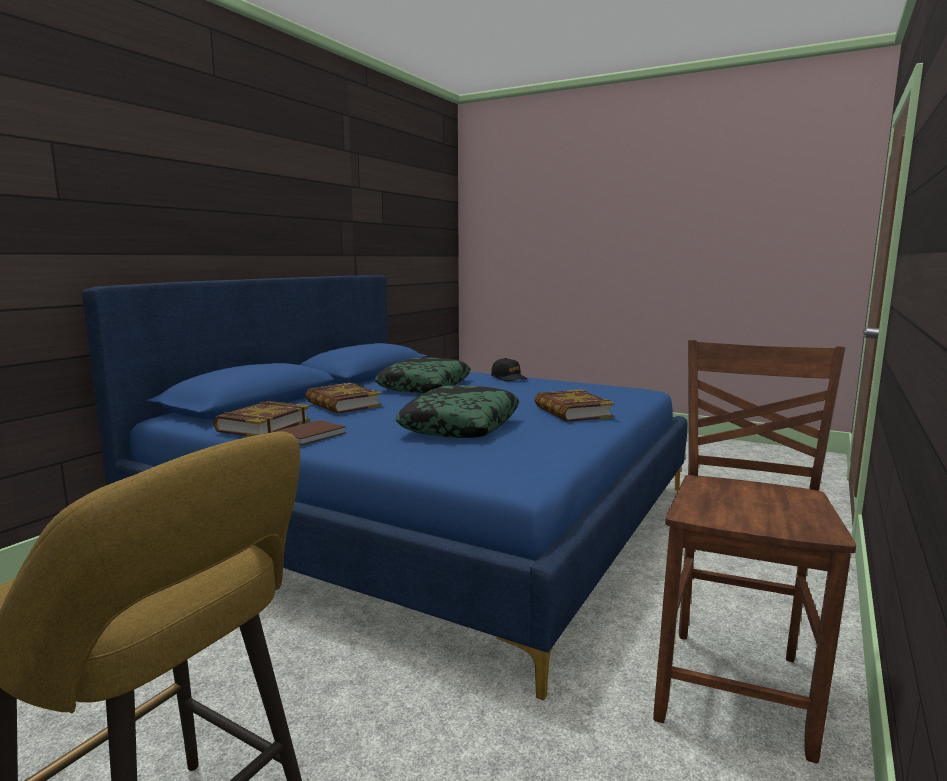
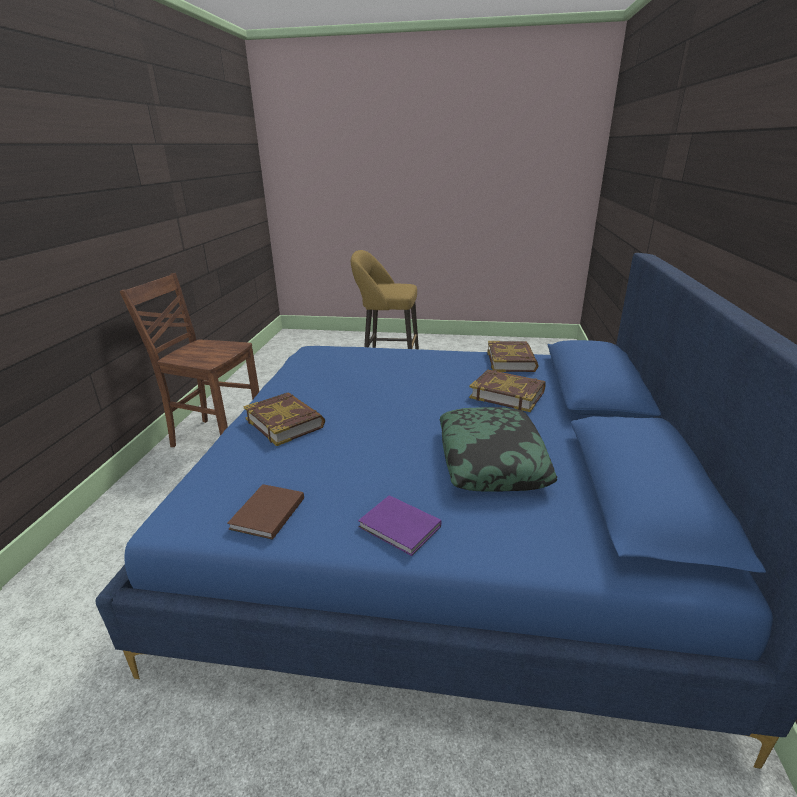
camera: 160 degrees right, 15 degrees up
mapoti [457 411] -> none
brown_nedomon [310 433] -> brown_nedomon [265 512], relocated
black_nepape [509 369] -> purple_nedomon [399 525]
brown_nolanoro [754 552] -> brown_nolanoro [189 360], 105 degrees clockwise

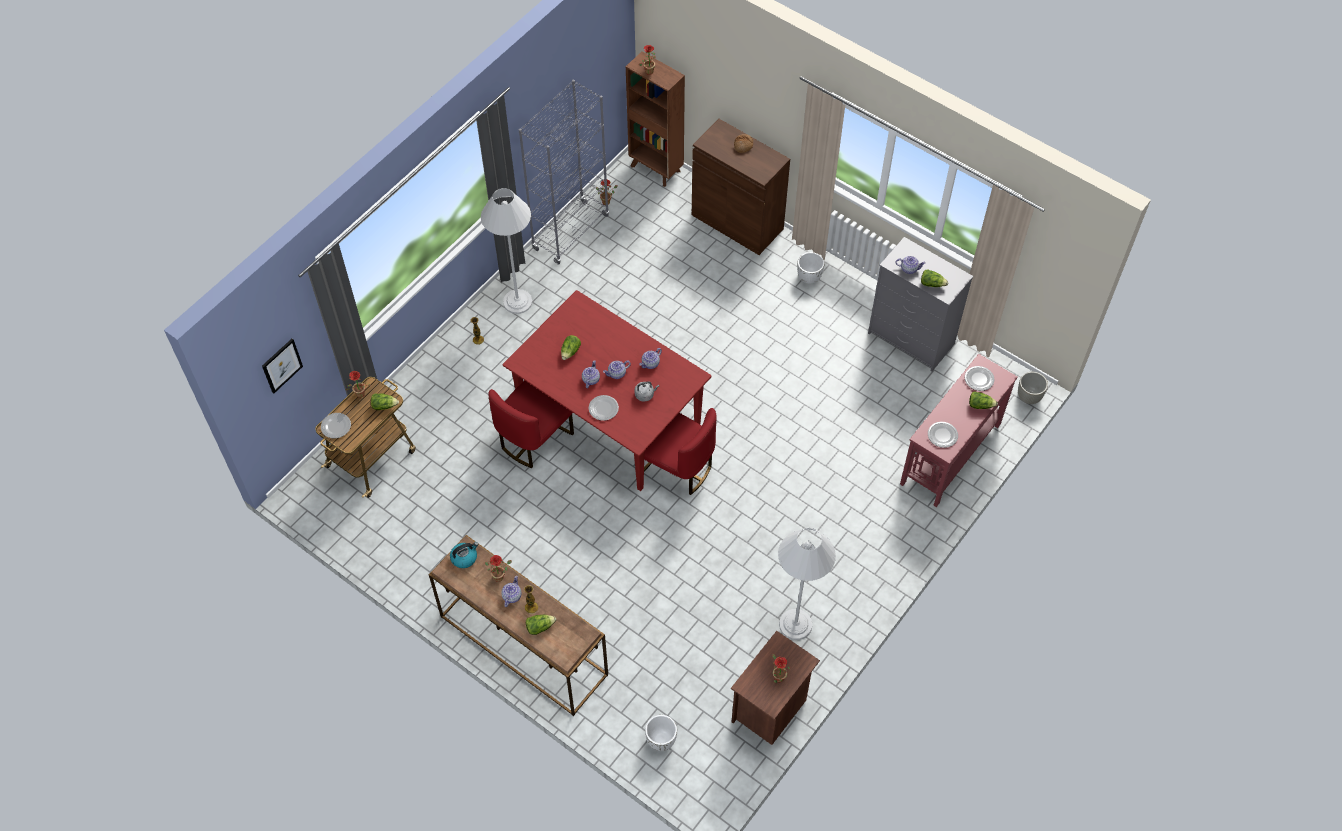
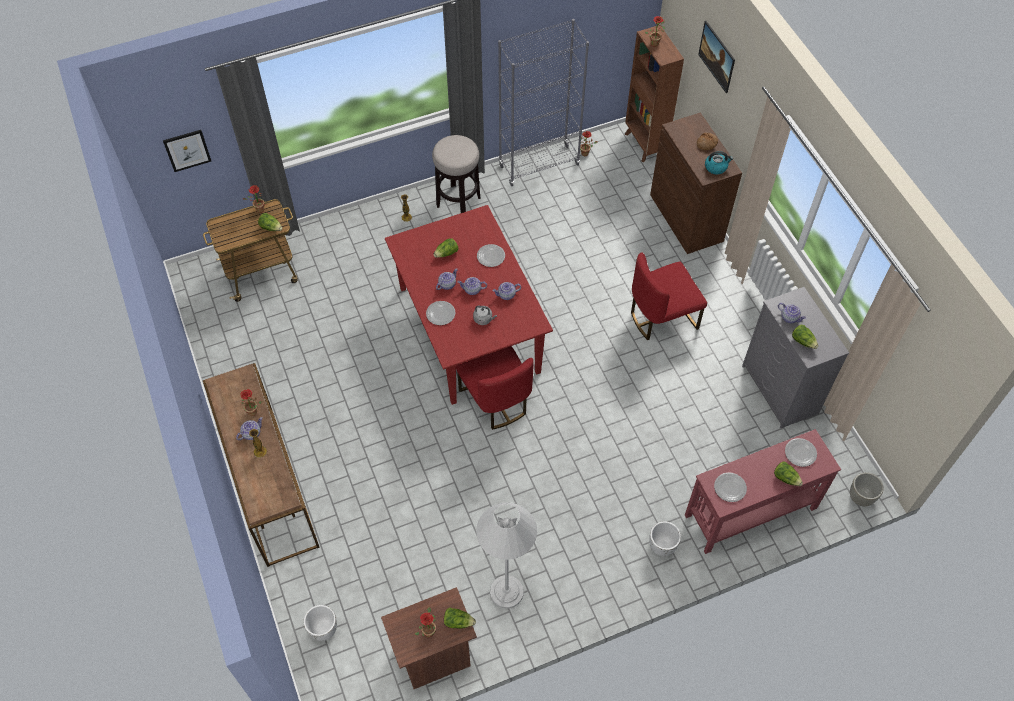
camera: 30 degrees right, 0 degrees up
none -> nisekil [716 57]
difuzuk [336 425] -> difuzuk [491 255], relocated
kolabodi [464 555] -> kolabodi [719 162], relocated
red_nolanoro [531 424] -> red_nolanoro [669 296], relocated
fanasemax [541 625] -> fanasemax [460 618], relocated
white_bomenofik [810 267] -> white_bomenofik [665 538], relocated
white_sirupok [507 251] -> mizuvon [456 174]

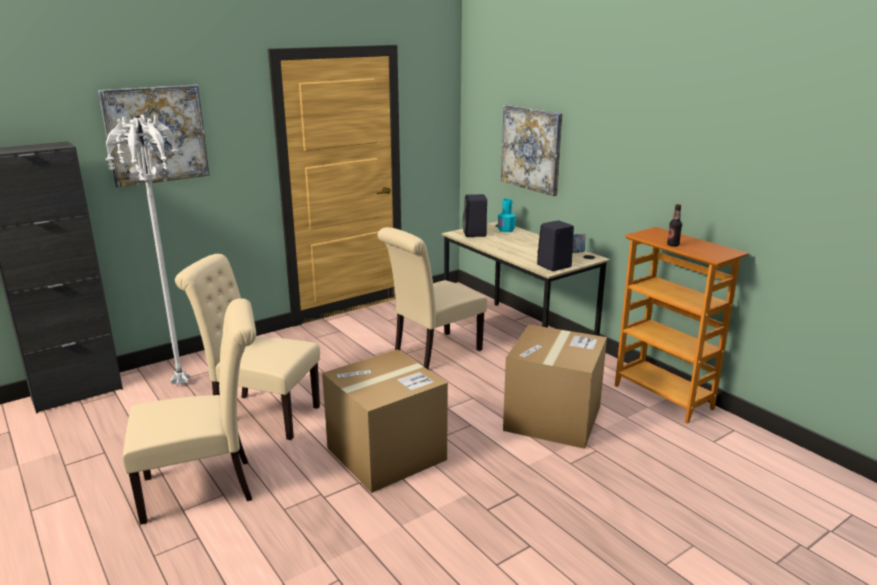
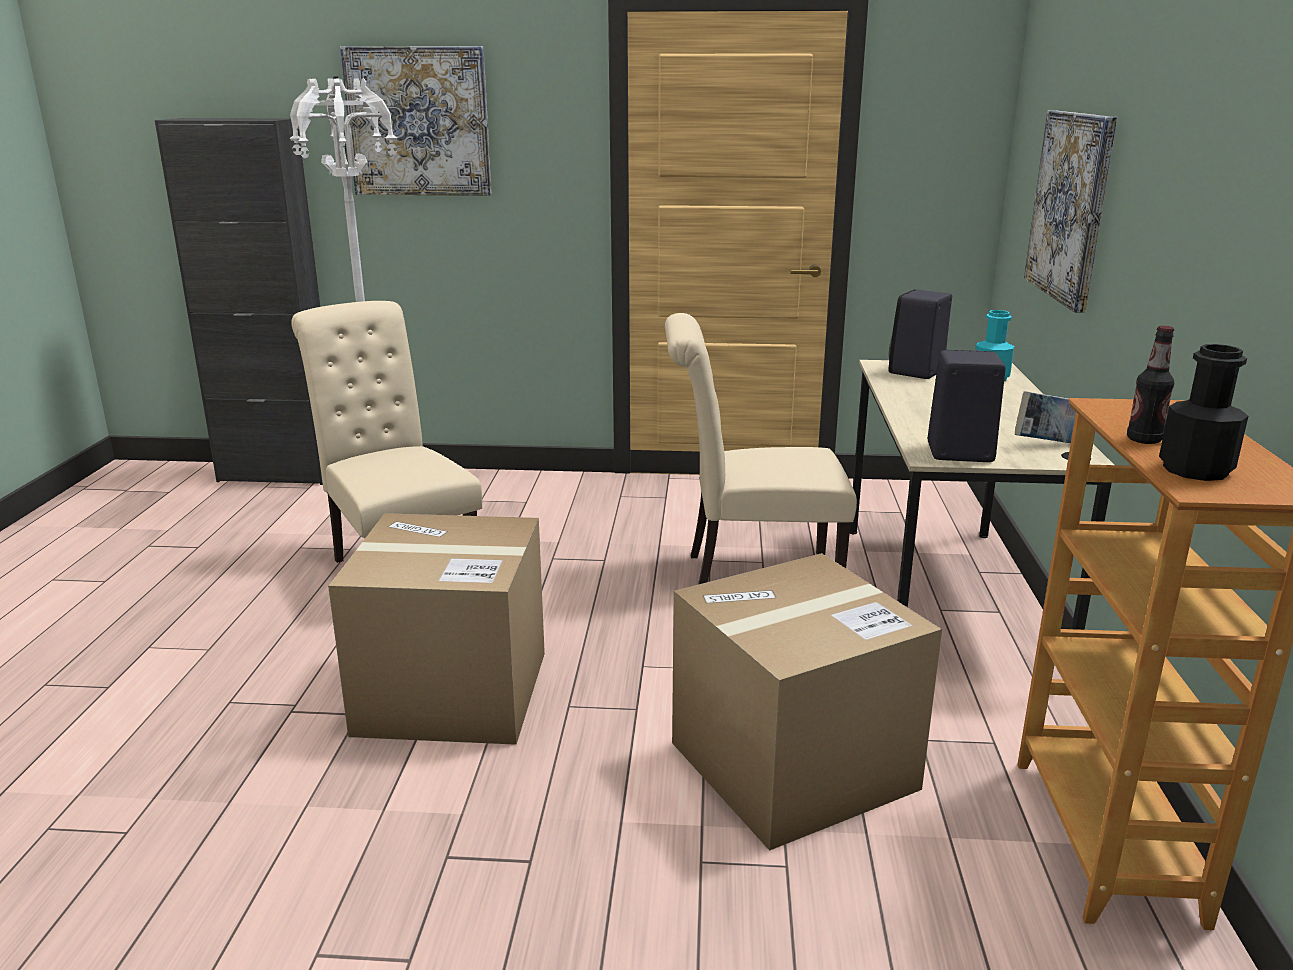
camera: 40 degrees right, 0 degrees up
beige_nolanoro [189 411] -> none
none -> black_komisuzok [1203 412]

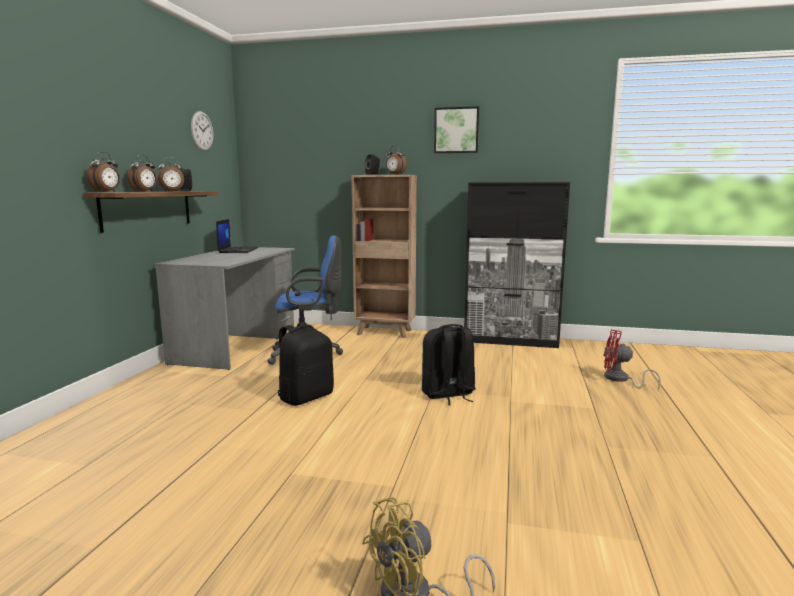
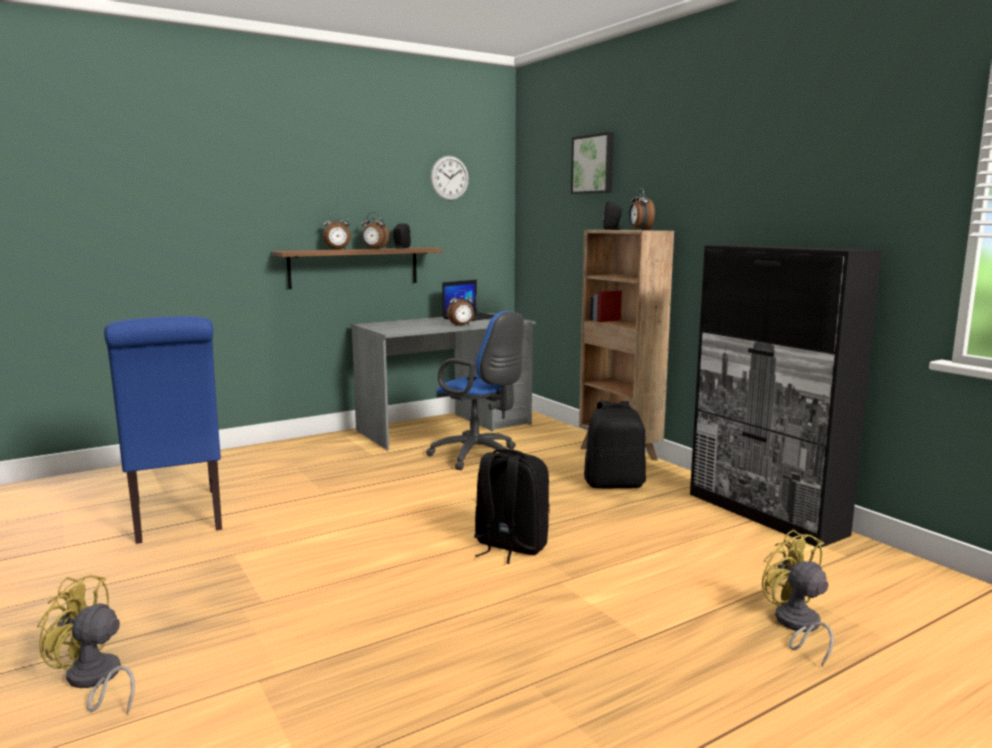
camera: 45 degrees right, 0 degrees up
none -> blue_nolanoro [163 430]
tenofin [103 172] -> tenofin [460 308], relocated
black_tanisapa [306 364] -> black_tanisapa [615 444], relocated
nisekil [456 129] -> nisekil [592 163], relocated
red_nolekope [632 359] -> yellow_nolekope [798 598]

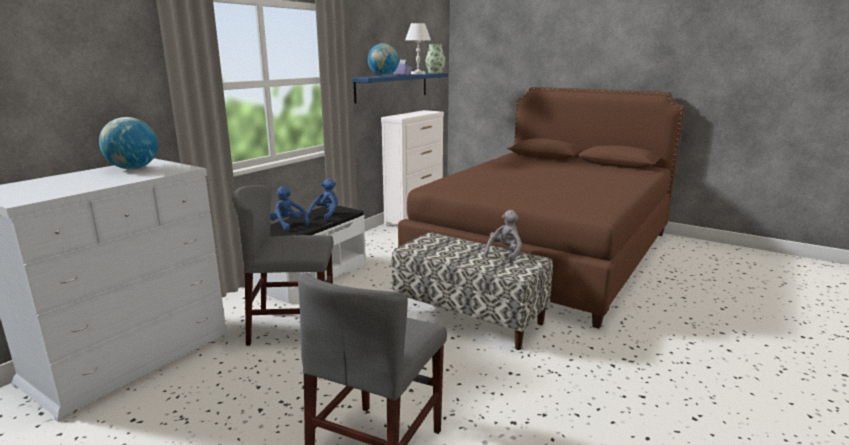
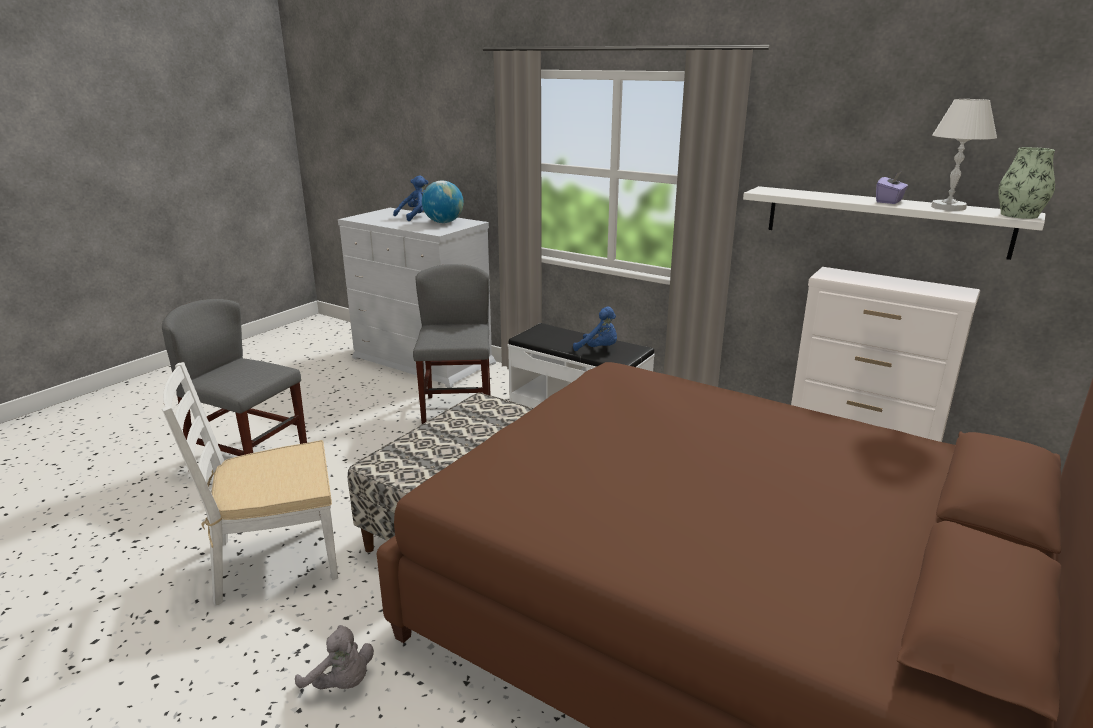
camera: 90 degrees right, 5 degrees up
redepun [383 59] -> none
none -> white_nolanoro [250 484]
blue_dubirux [289 208] -> blue_dubirux [410 198], relocated
grey_dubirux [503 236] -> grey_dubirux [334 657], relocated
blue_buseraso [400 88] -> white_buseraso [894 223]

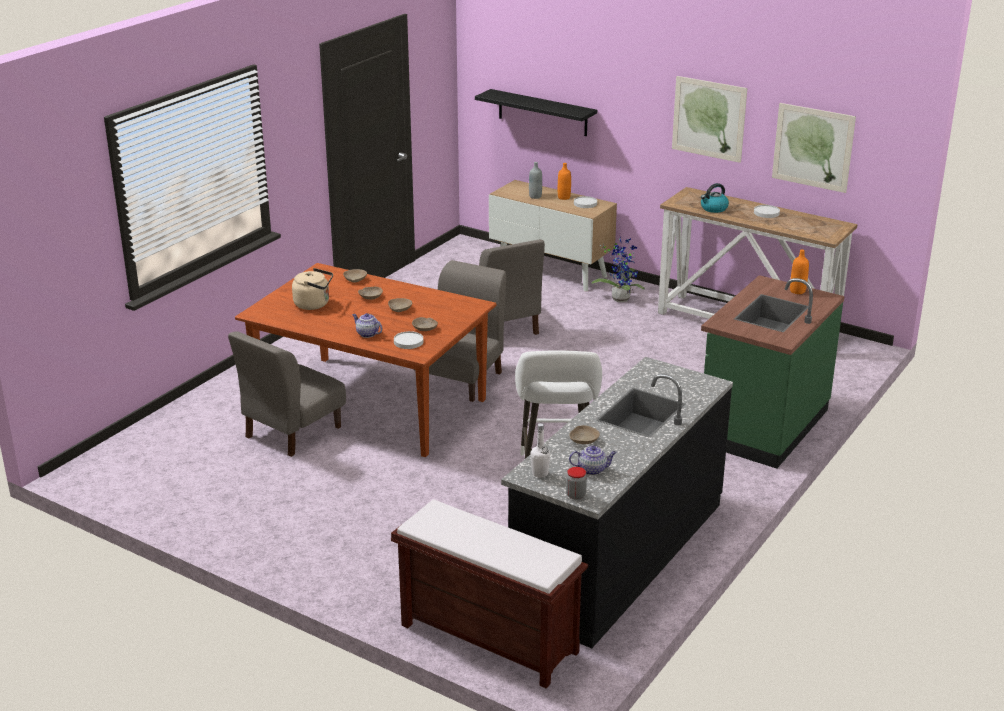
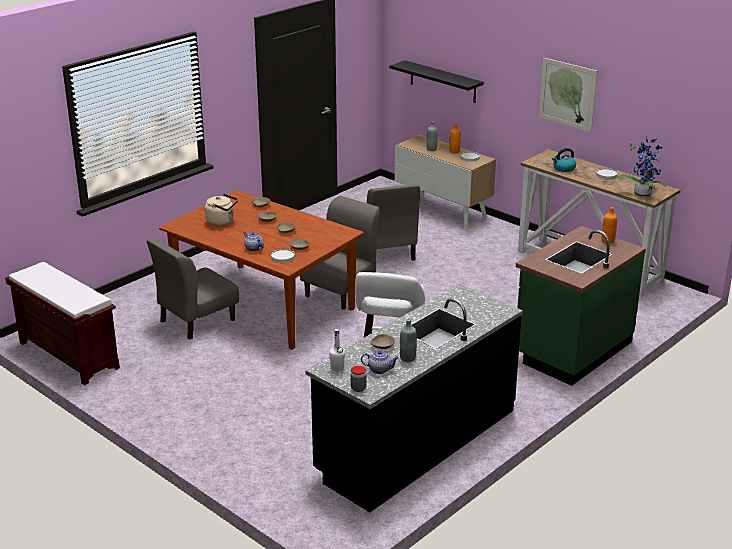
camera: 10 degrees right, 0 degrees up
nisekil [814 148] -> none
none -> grey_komisuzok [408 340]
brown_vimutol [489 593] -> brown_vimutol [62 323], relocated
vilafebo [618 269] -> vilafebo [641 168], relocated

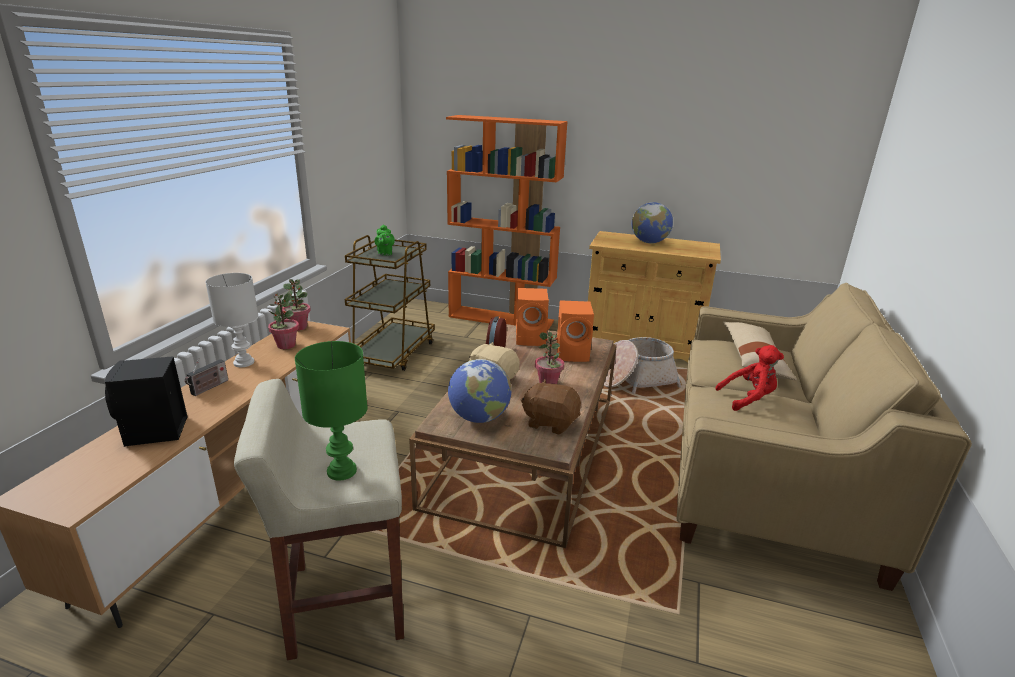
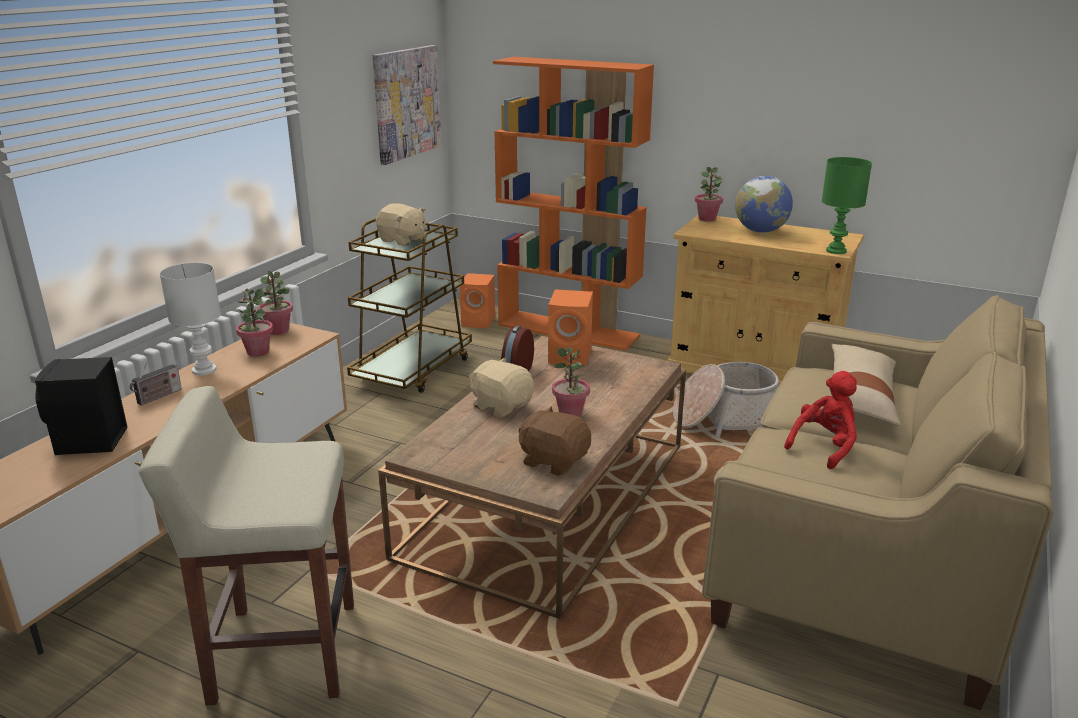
camera: 10 degrees right, 0 degrees up
redepun [480 391] -> none
none -> nisekil [407 105]
none -> vilafebo [709 194]
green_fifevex [331 411] -> green_fifevex [847 205], relocated
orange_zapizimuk [575 331] -> orange_zapizimuk [477 300], relocated
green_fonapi [384 239] -> beige_dubirux [401 224]
red_dubirux [749 378] -> red_dubirux [820 420], 45 degrees counterclockwise

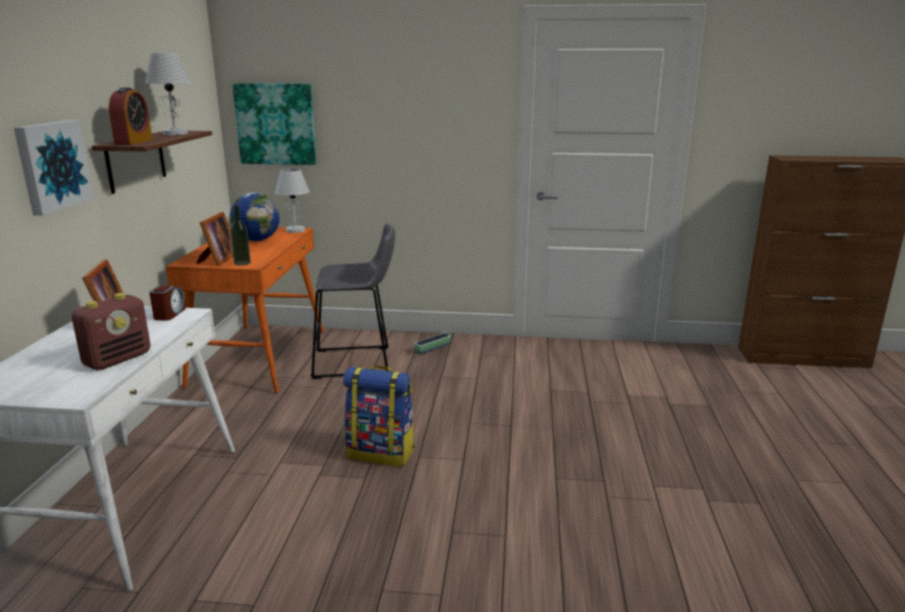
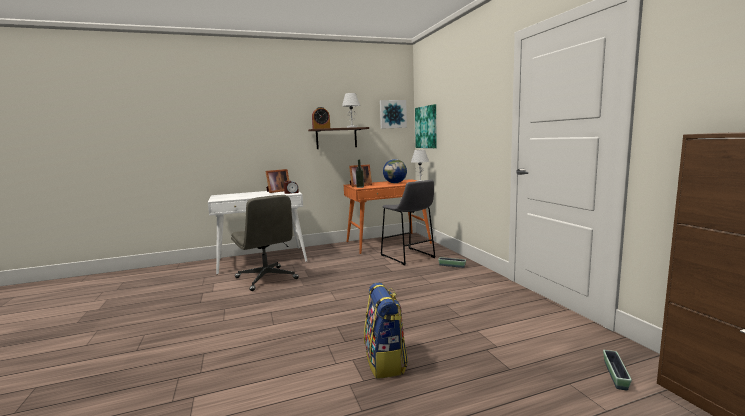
camera: 65 degrees right, 10 degrees down
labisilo [111 331] -> none
none -> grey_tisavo [265 243]
none -> bomenofik [617 370]
nisekil [54 168] -> nisekil [393 114], relocated
tanisapa [379 415] -> tanisapa [386 330], relocated

